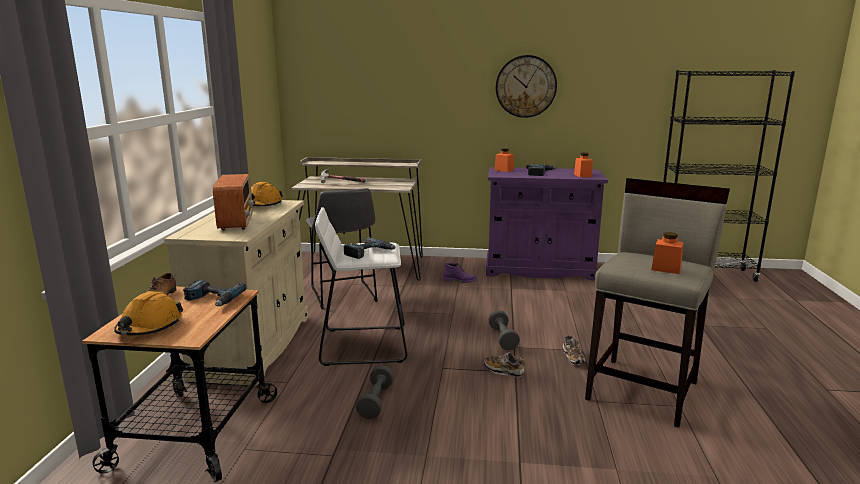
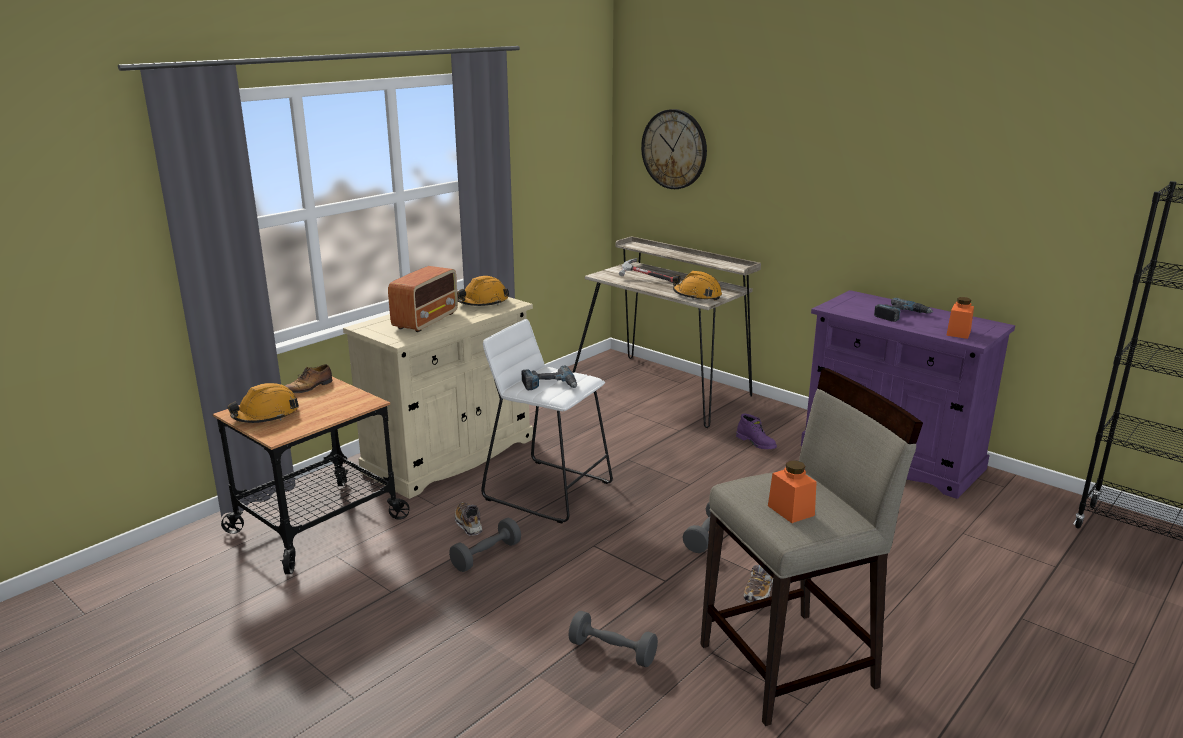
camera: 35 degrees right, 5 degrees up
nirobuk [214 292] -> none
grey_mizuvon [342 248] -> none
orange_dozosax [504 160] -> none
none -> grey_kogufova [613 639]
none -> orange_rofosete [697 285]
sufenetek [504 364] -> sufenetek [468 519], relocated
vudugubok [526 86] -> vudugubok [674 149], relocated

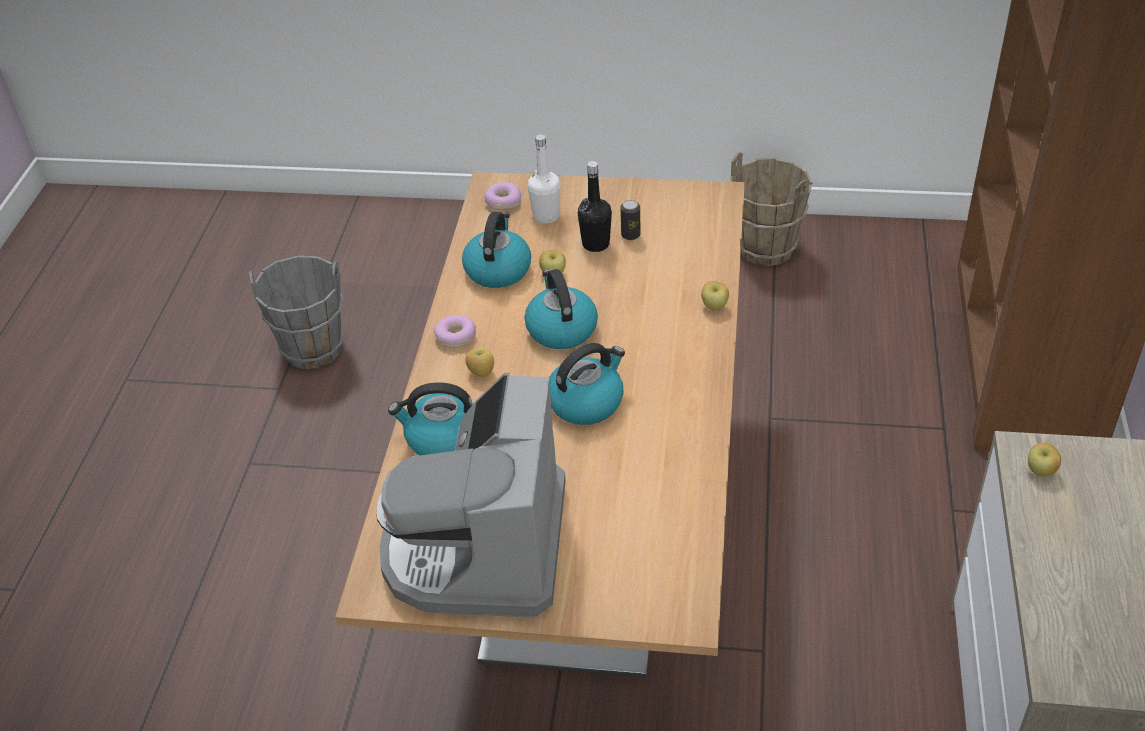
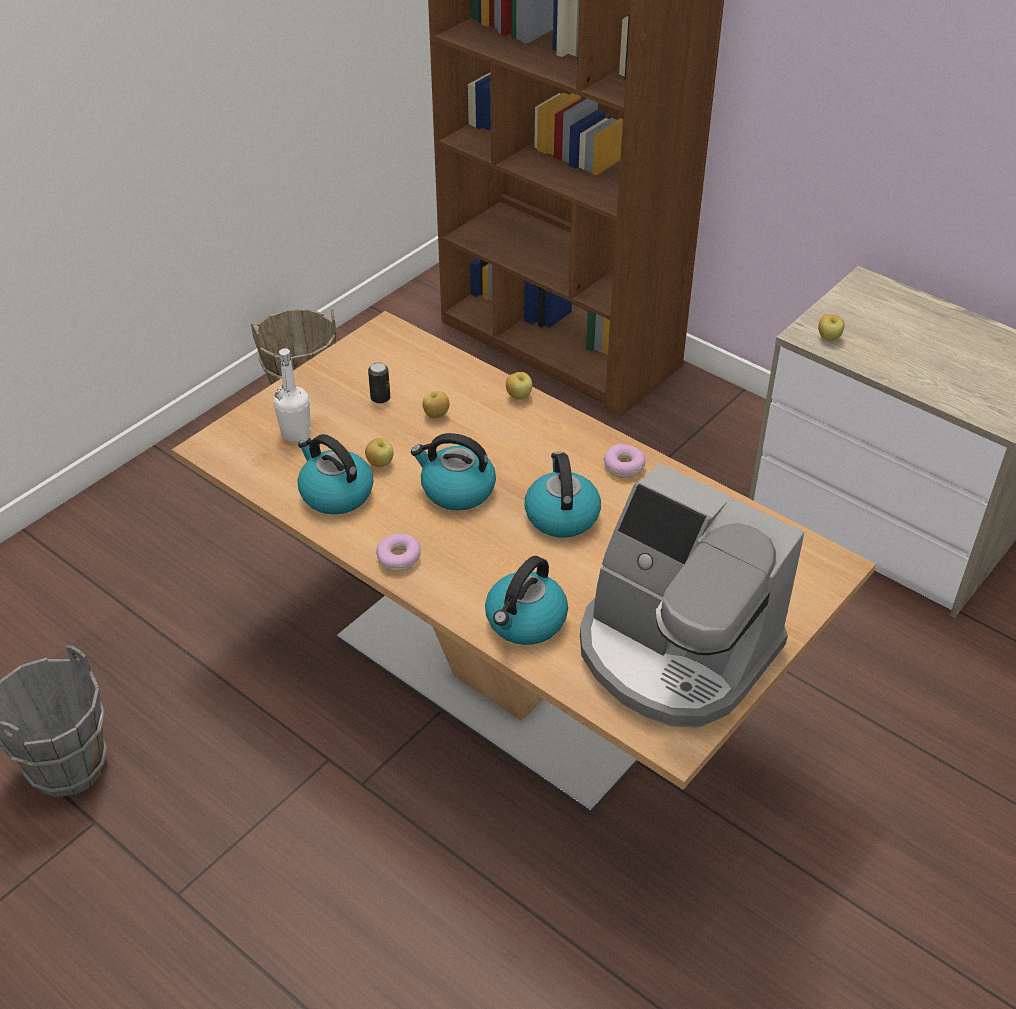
camera: 60 degrees left, 0 degrees up
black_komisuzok [595 206] -> none
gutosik [479 362] -> gutosik [435 404], relocated
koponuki [503 196] -> koponuki [624 461], relocated

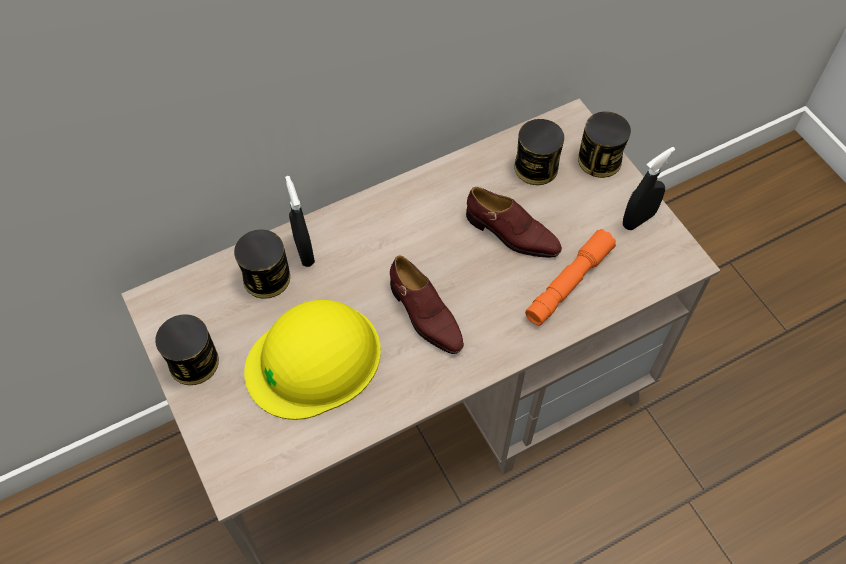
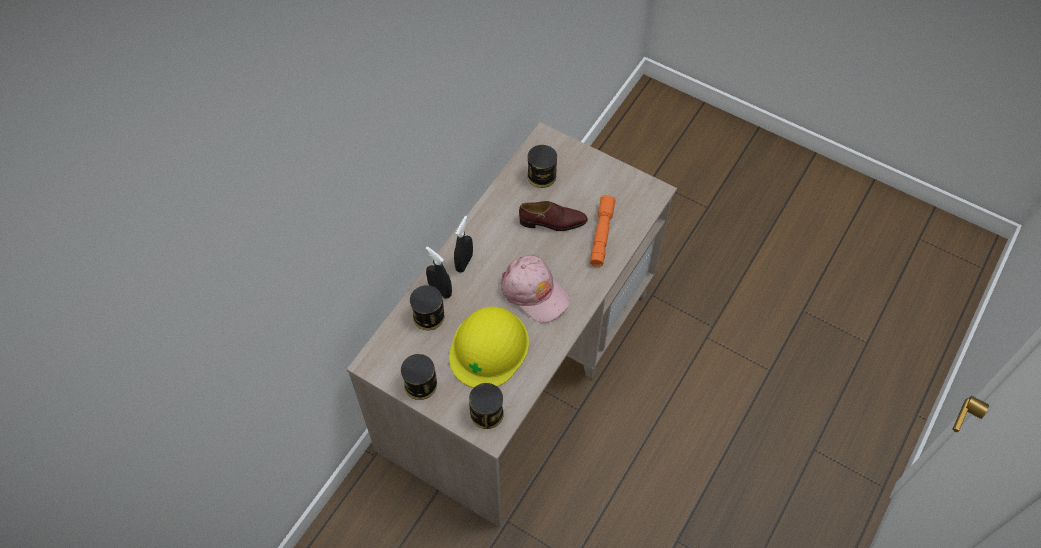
camera: 30 degrees left, 0 degrees up
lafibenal [604 145] -> lafibenal [486 406], relocated
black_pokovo [649 188] -> black_pokovo [463 244], relocated
brown_sufenetek [427 305] -> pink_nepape [535 289]

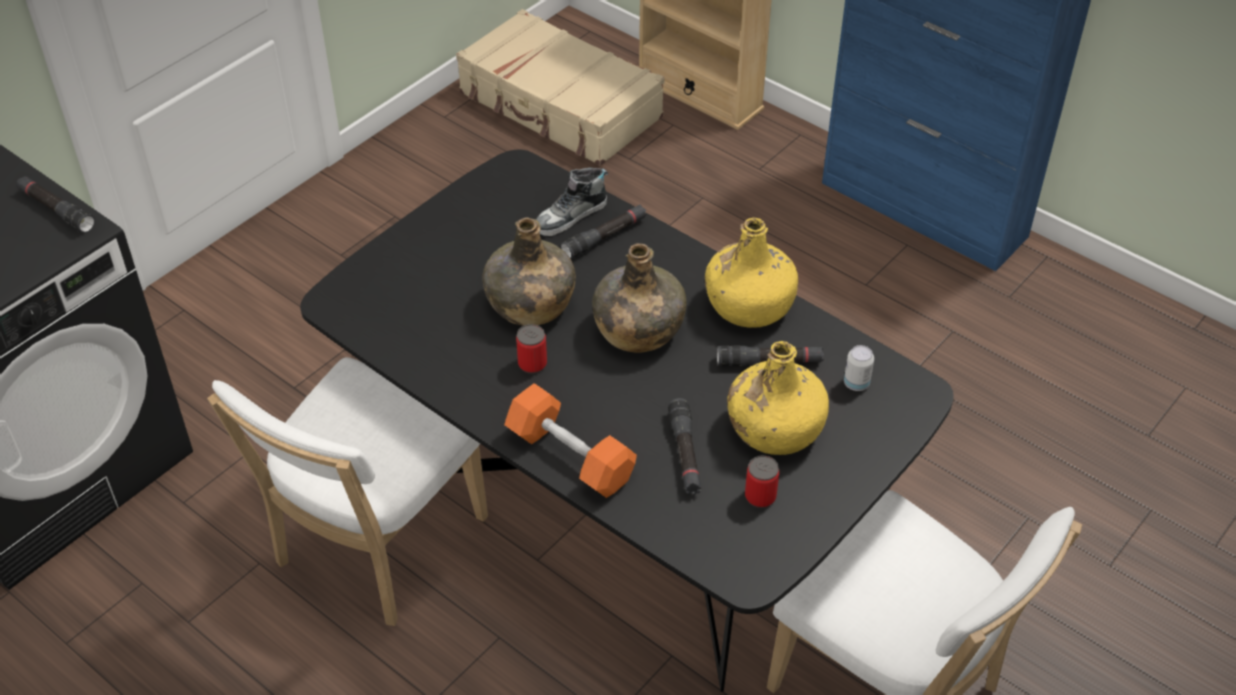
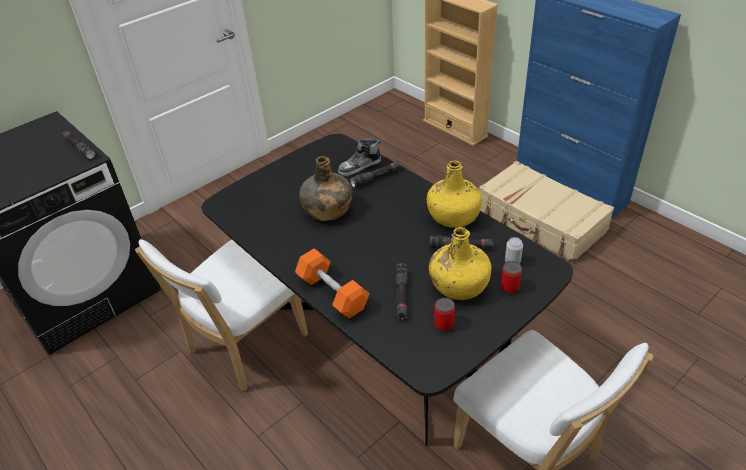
camera: 10 degrees right, 5 degrees down
green_komisuzok [639 298] -> none
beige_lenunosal [560 87] -> beige_lenunosal [546 212], relocated
lafibenal [531 349] -> lafibenal [511 277], relocated

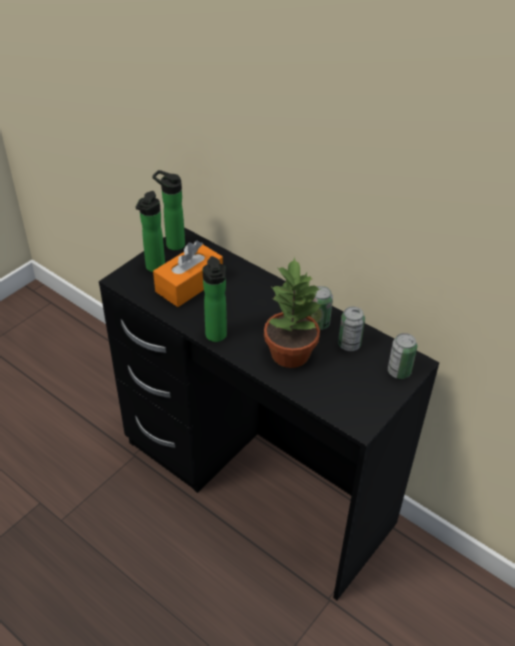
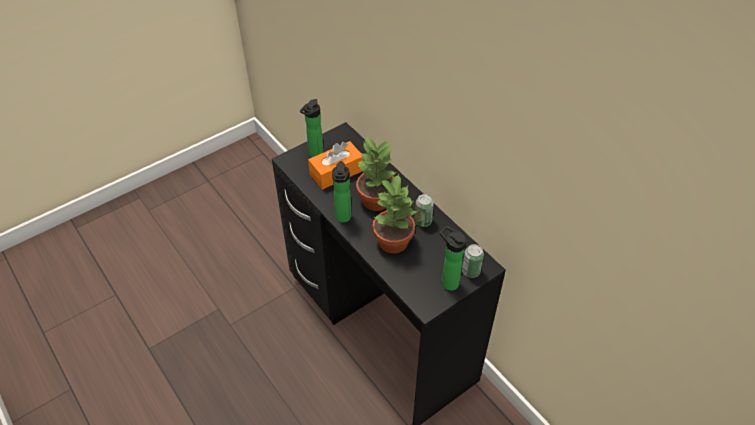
camera: 15 degrees right, 5 degrees up
lafibenal [351 328] -> none
none -> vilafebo [376 173]
komisuzok [168 210] -> komisuzok [453 258], relocated

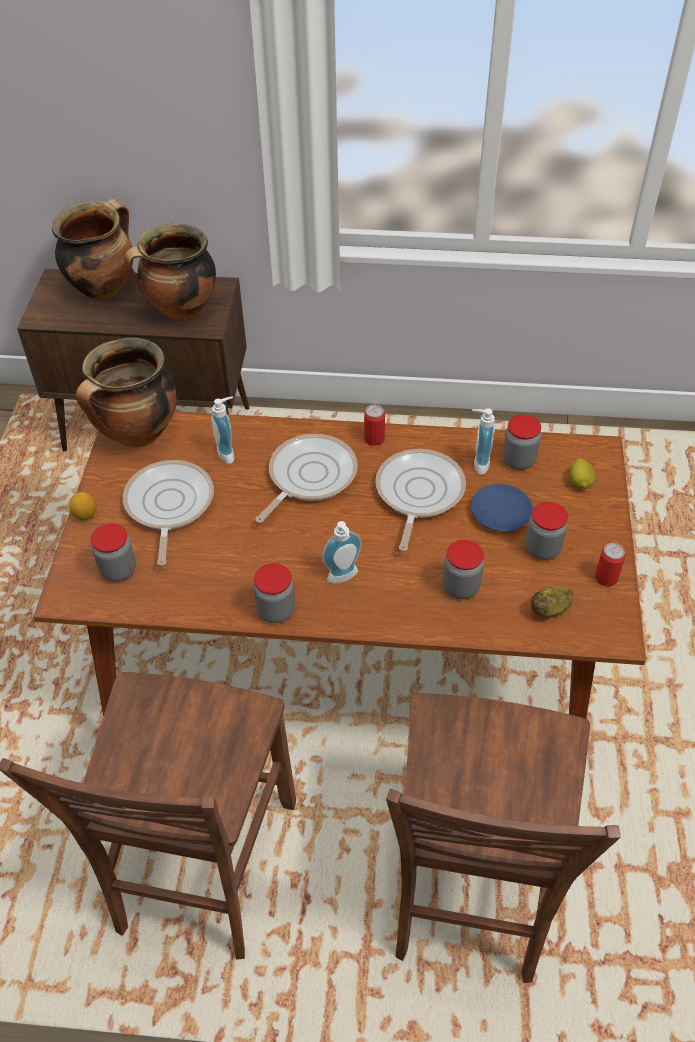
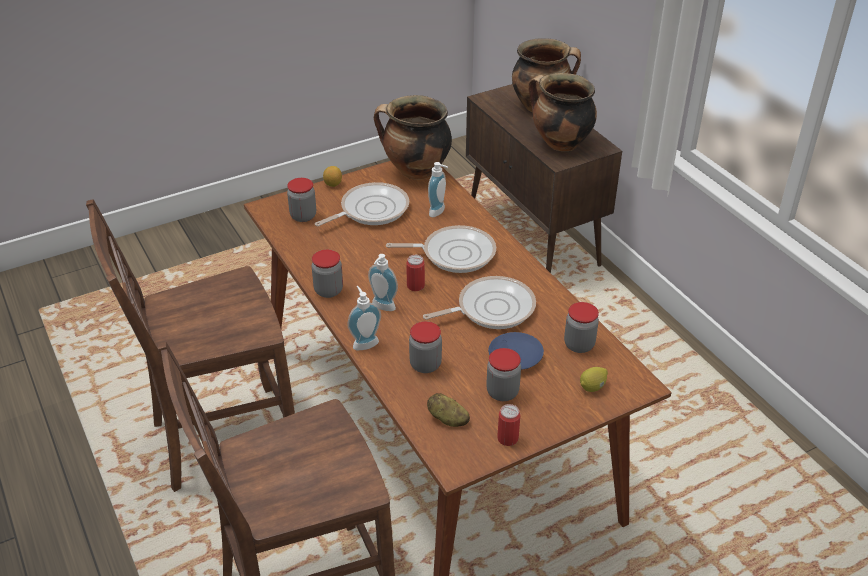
camera: 55 degrees right, 10 degrees down
lafibenal [374 425] -> lafibenal [415 273], relocated
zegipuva [483 441] -> zegipuva [364 318], relocated

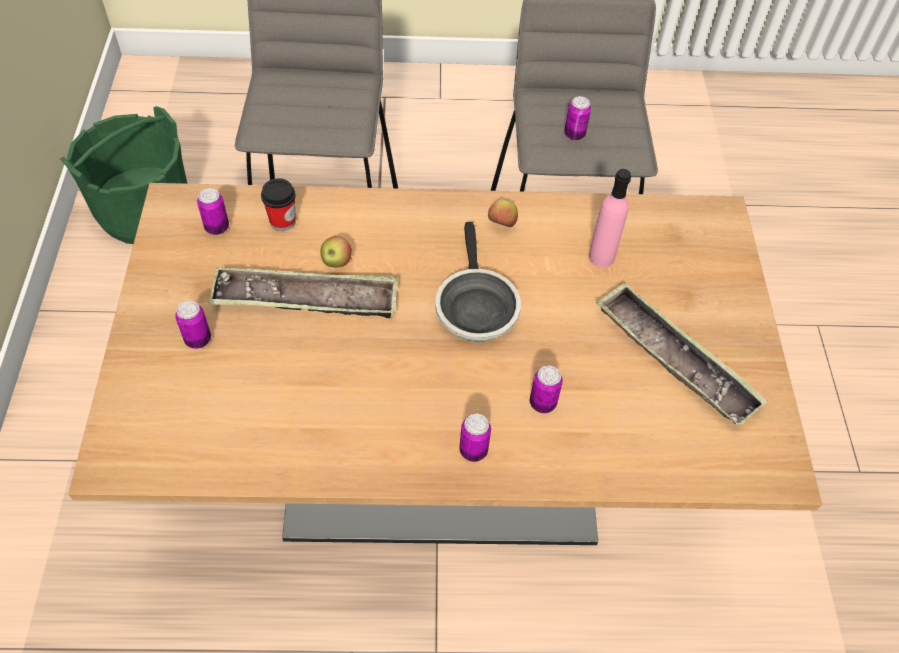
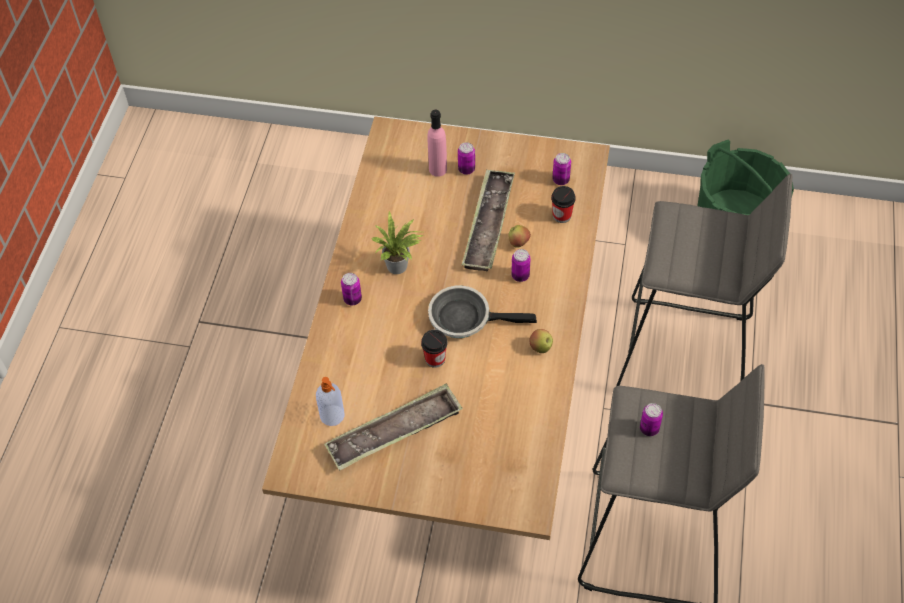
camera: 105 degrees right, 0 degrees up
none -> zegipuva [330 401]
none -> vilafebo [398 242]
none -> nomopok [434 349]
lafibenal [546 389] -> lafibenal [521 265], relocated
pink_komisuzok [610 218] -> pink_komisuzok [437 143], relocated

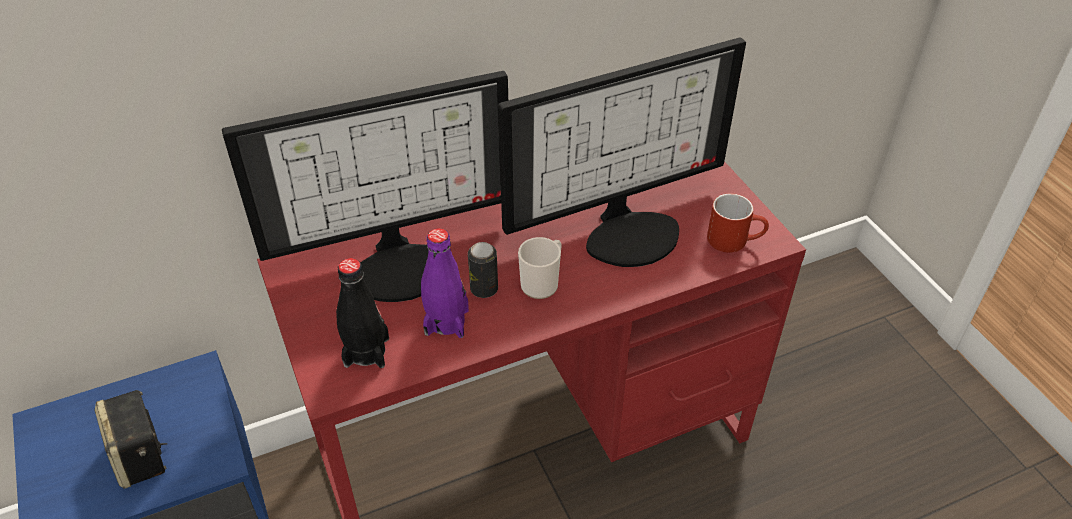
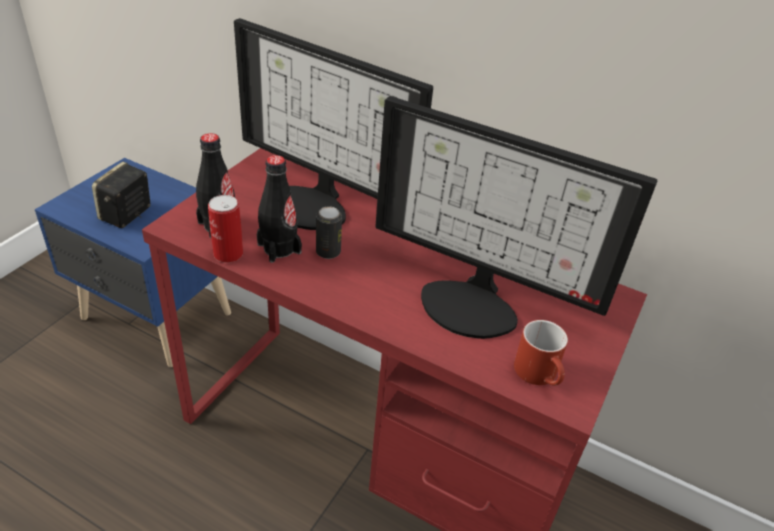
camera: 50 degrees right, 5 degrees down
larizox [540 268] -> none
none -> lafibenal [225 229]
purple_komisuzok [445 283] -> black_komisuzok [279 209]

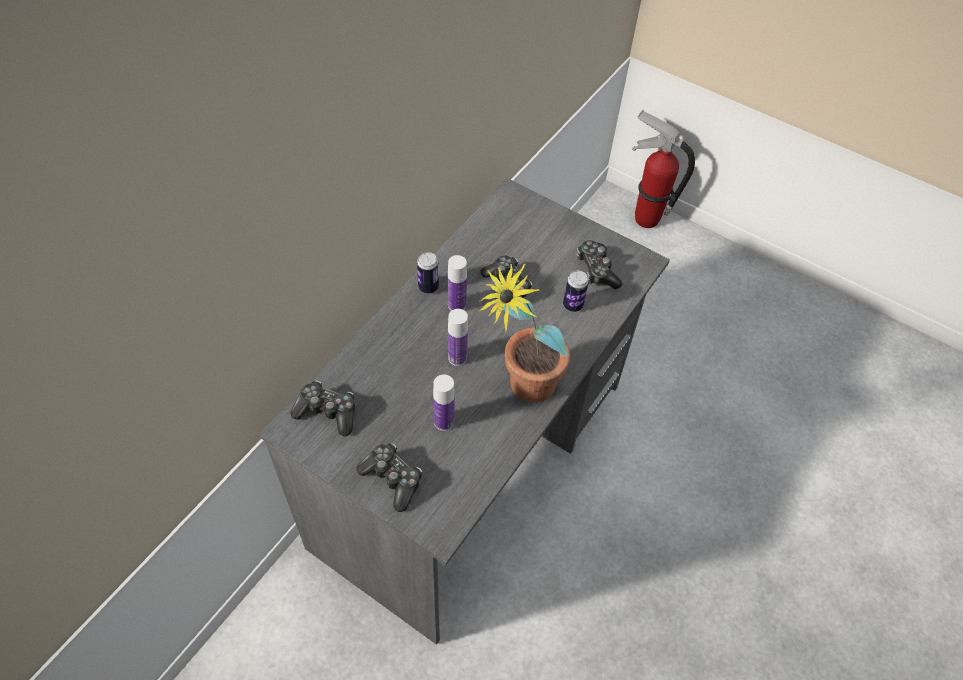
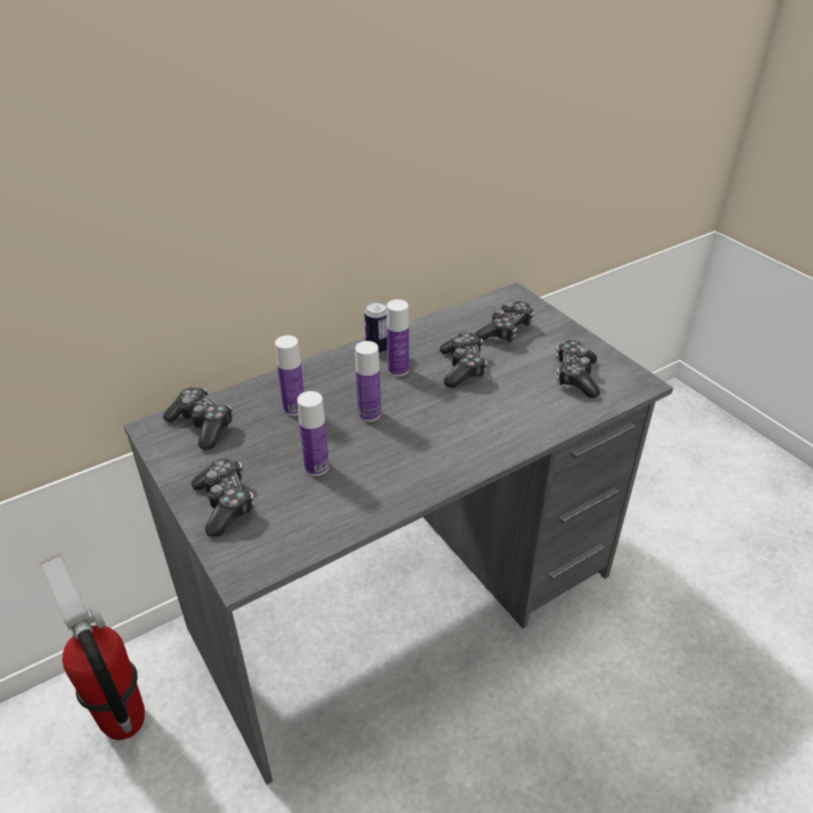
camera: 25 degrees right, 15 degrees down
vilafebo [524 333] -> none
lafibenal [576 291] -> none
none -> komisuzok [289 375]
none -> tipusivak [504 321]
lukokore [663 169] -> lukokore [92 647], relocated

